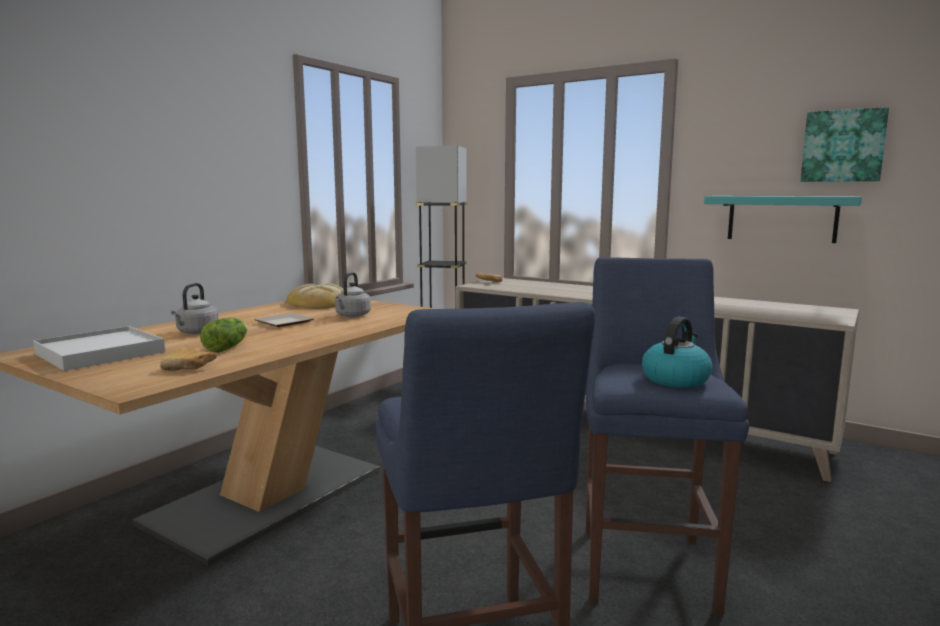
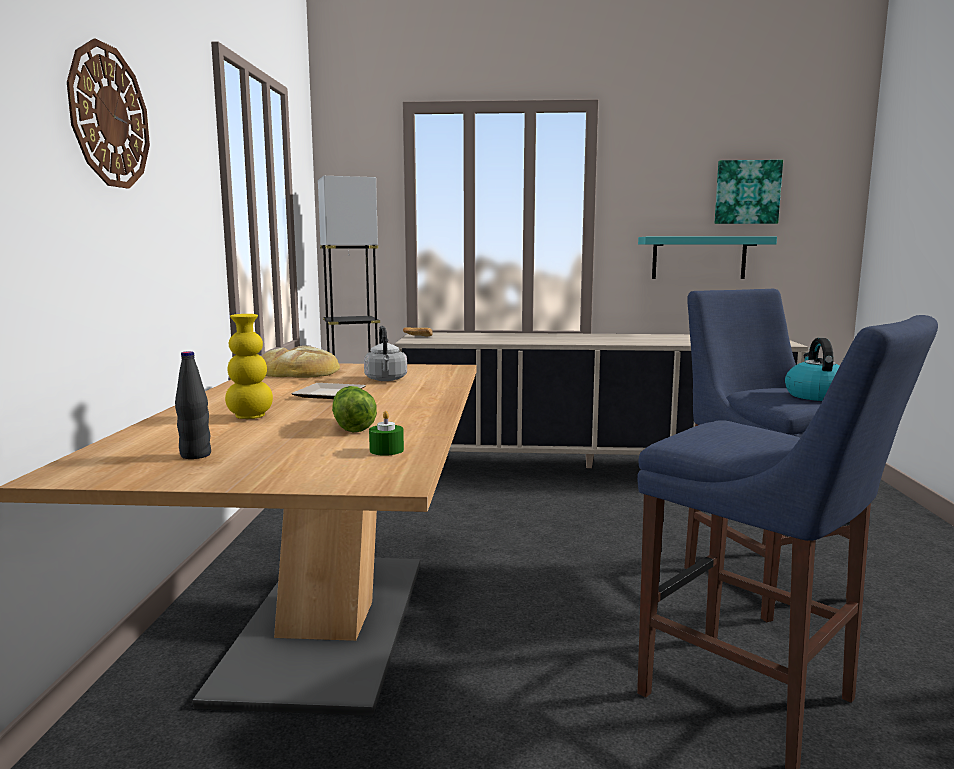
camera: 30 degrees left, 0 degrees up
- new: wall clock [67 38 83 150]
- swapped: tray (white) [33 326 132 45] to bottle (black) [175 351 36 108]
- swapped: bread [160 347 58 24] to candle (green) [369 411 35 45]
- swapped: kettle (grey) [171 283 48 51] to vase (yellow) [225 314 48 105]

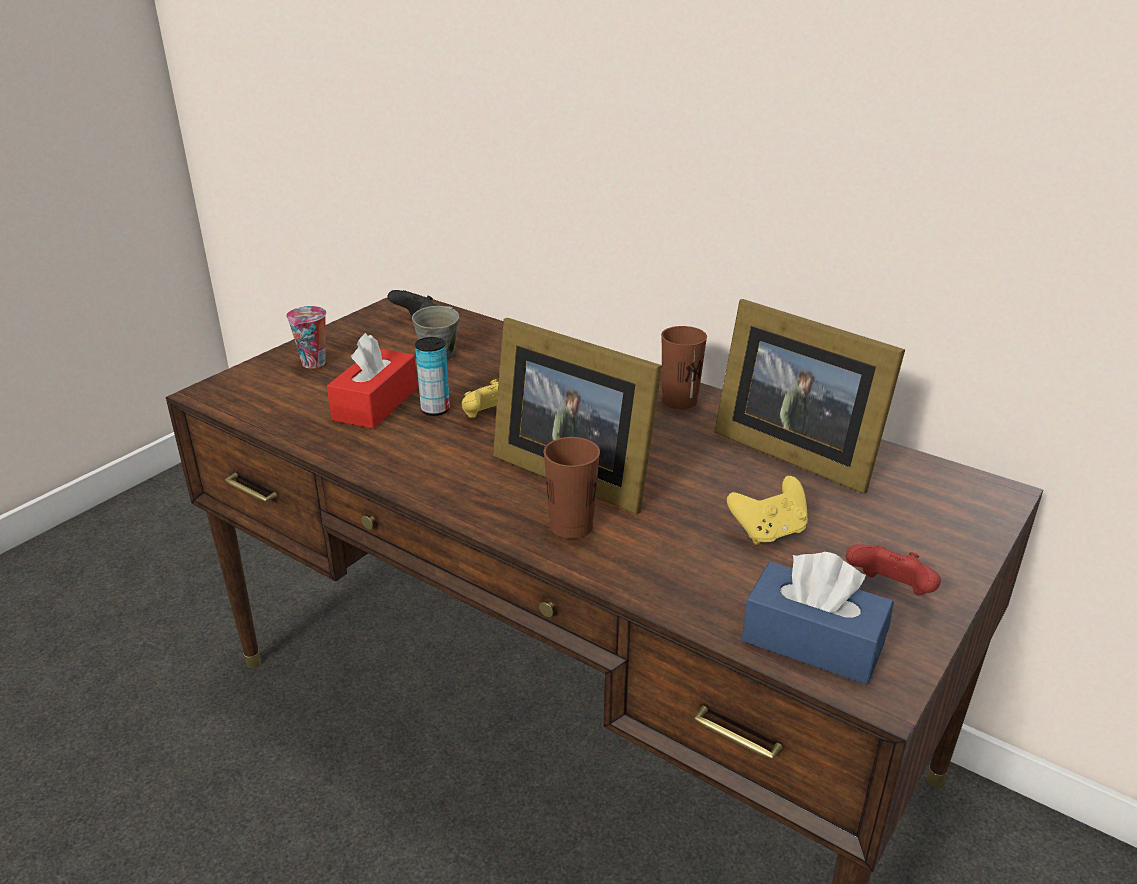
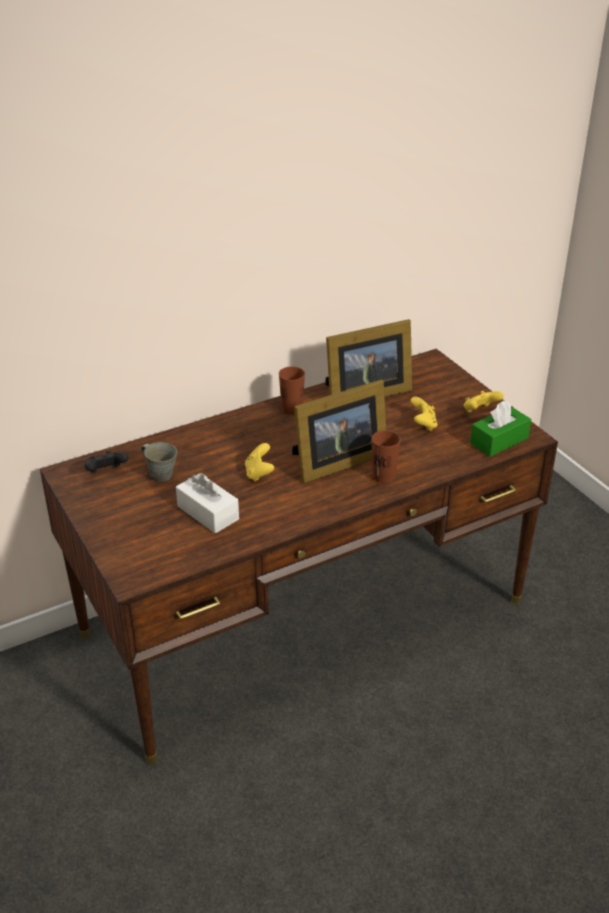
camera: 65 degrees left, 5 degrees up
- gone: cup [286 306 40 62]
- gone: can [415 337 35 79]
- repainted: tissue box (red) [327 333 90 96] to tissue box (white) [176 473 63 60]
- repainted: tissue box (blue) [742 552 152 133] to tissue box (green) [470 401 61 56]
- repainted: game controller (red) [846 544 95 51] to game controller (yellow) [464 391 40 21]

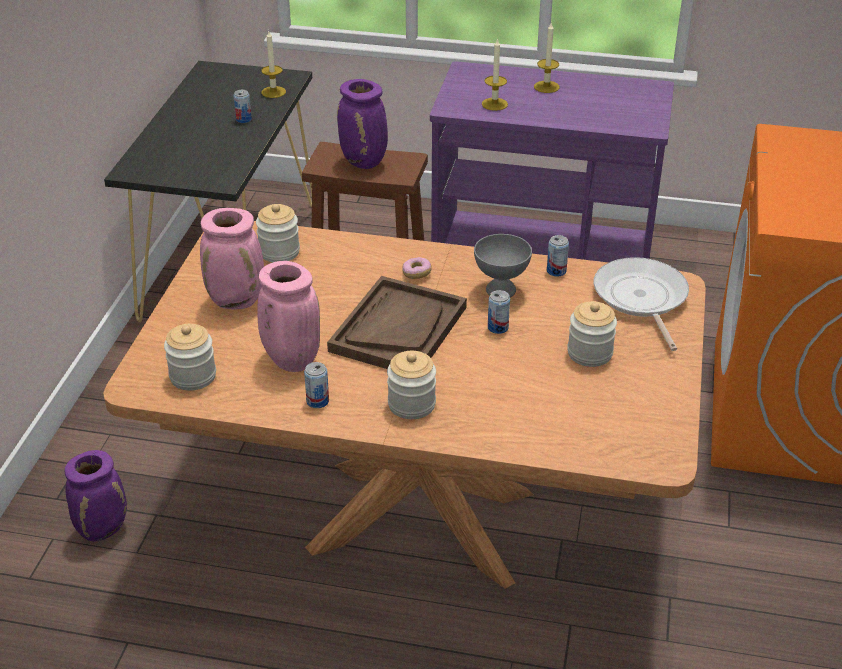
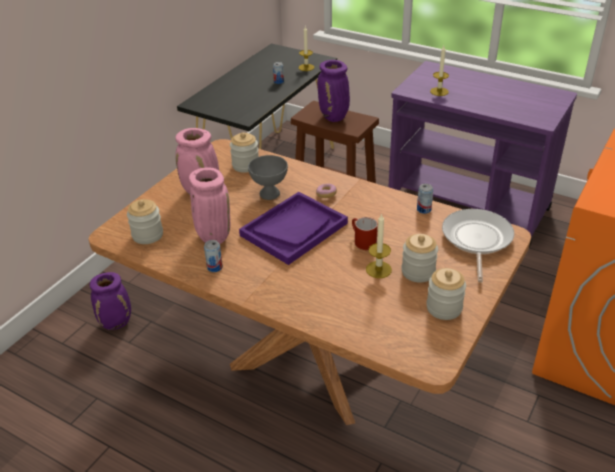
camera: 20 degrees right, 0 degrees up
- shifted: jar [387 351 49 68] to [426 268 40 52]
- shifted: bowl (grey) [474 234 58 63] to [248 155 40 45]
- shifted: candle [534 23 25 70] to [366 213 26 65]
- swapped: can [488 290 22 44] to mug (red) [352 217 26 33]
- repainted: tray (brown) [327 276 140 93] to tray (purple) [239 192 109 73]

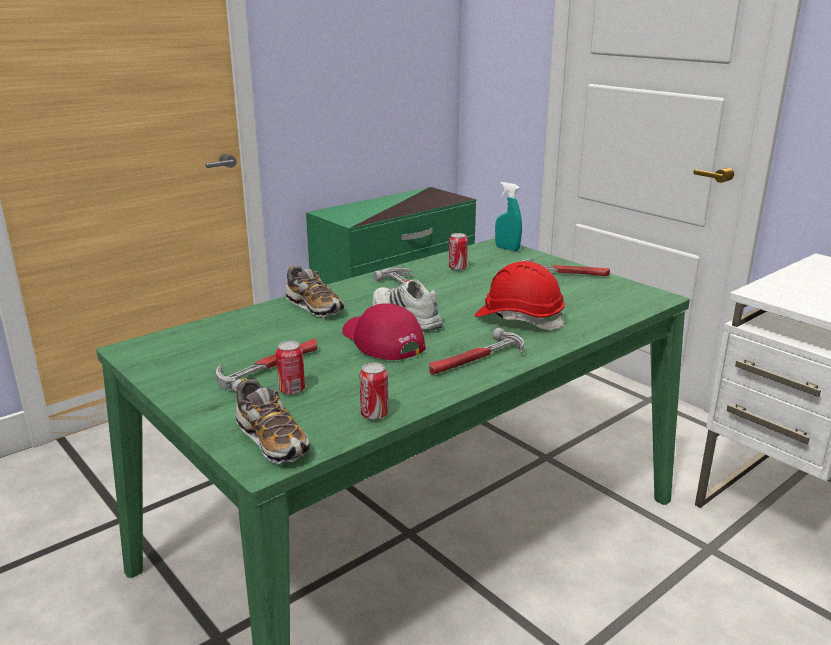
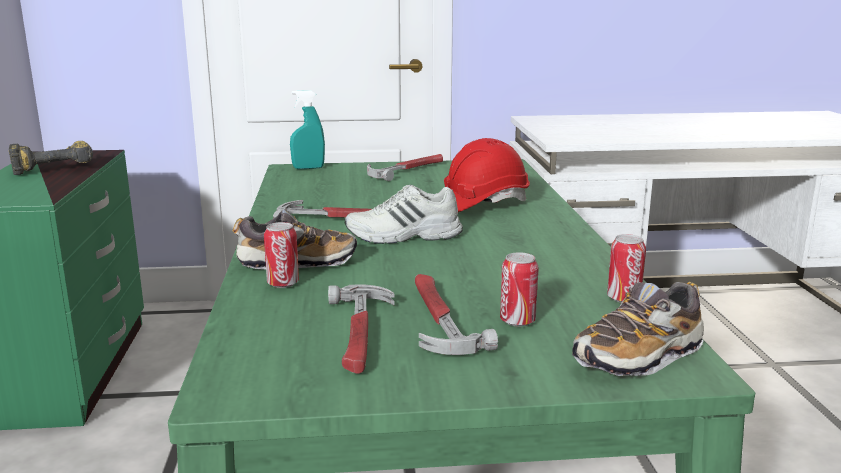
camera: 55 degrees left, 5 degrees down
- gone: cap (red) [342 303 84 57]
- new: power drill [9 141 84 34]
- shifted: hammer [429 328 95 47] to [328 284 67 90]
- shifted: can [449 233 19 38] to [264 222 35 66]
- rotated: shoe [236 378 74 86] = [572 282 132 94] 150 degrees clockwise

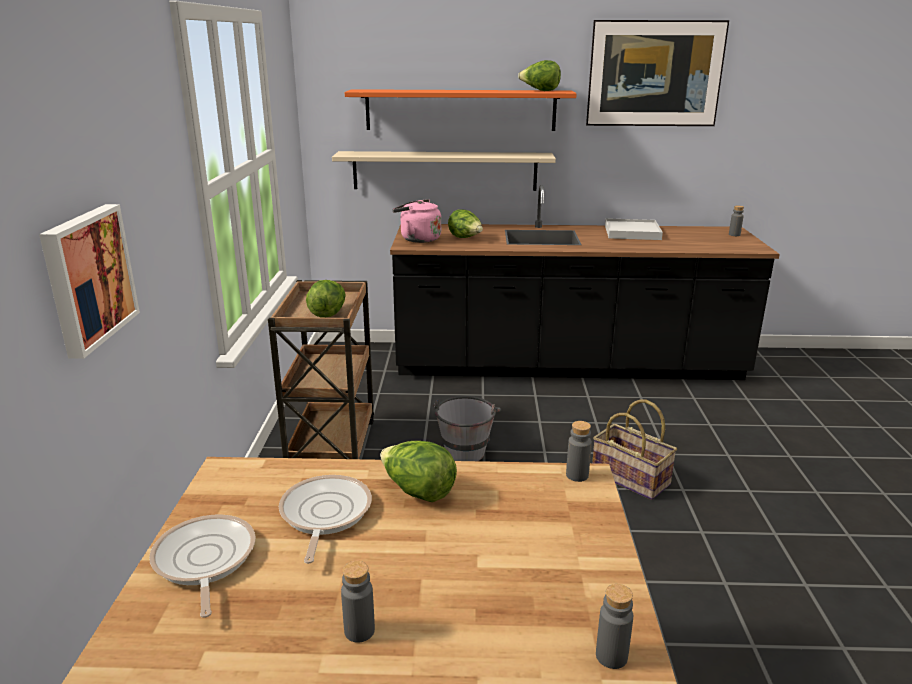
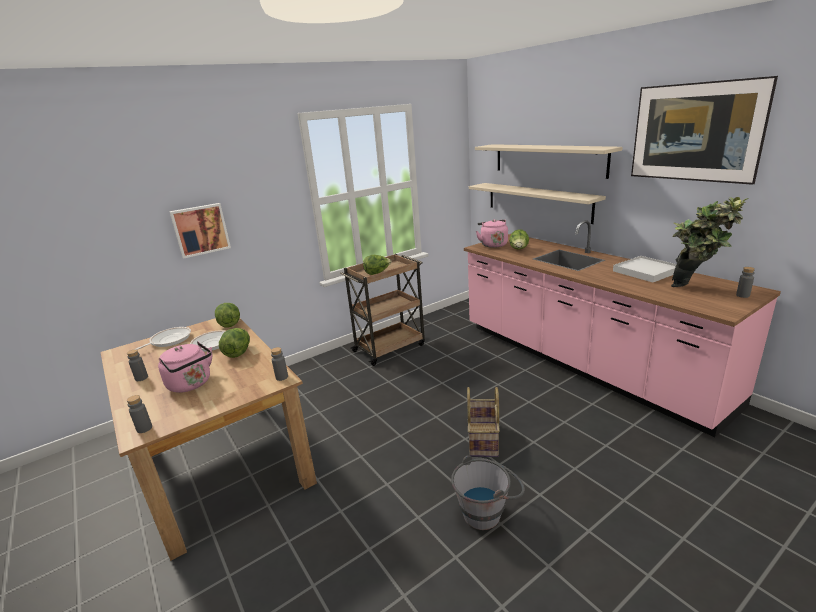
camera: 55 degrees right, 0 degrees up
- new: kettle (pink) [158 342 54 51]
- new: potted plant [671 197 78 90]
- shifted: bucket (grey) [433 396 68 65] to [451 455 74 75]
- shifted: lettuce [518 60 43 31] to [215 303 25 24]
- repainted: shelf (orange) [345 89 232 42] to shelf (beige) [475 144 148 35]
- repainted: counter (black) [390 185 390 195] to counter (pink) [464 220 317 217]

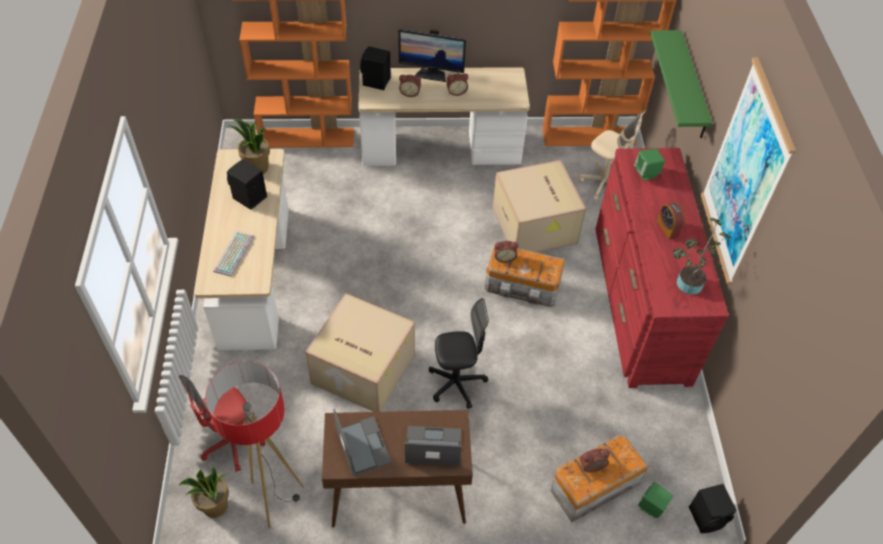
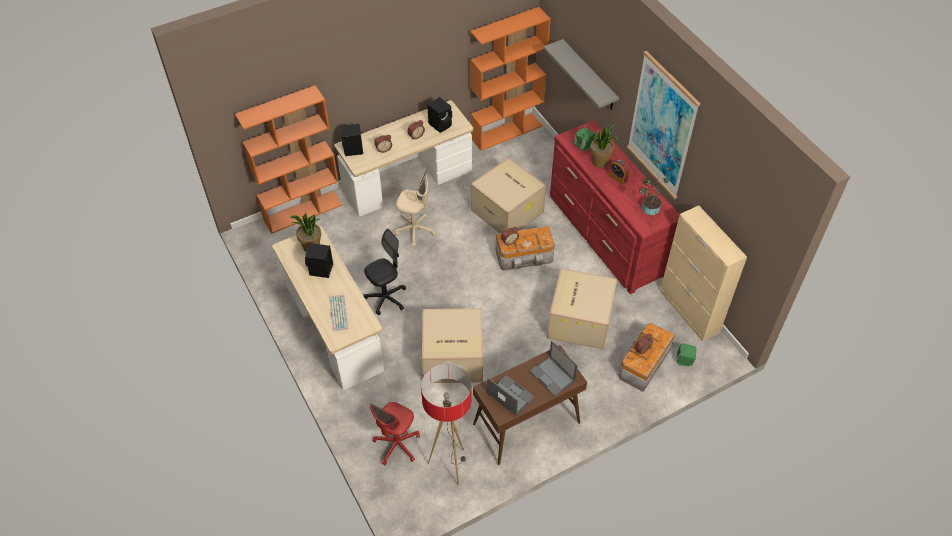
camera: 25 degrees left, 0 degrees up
- gone: monitor [398 29 68 53]
- new: cardboard box [547 268 70 82]
- new: cabinet (beige) [660 206 87 135]
- shifted: potted plant [179 466 50 52] to [590 125 28 43]
- shifted: office chair (black) [429 298 60 111] to [364 229 42 86]
- shifted: office chair (beige) [579 109 68 92] to [394 169 42 77]
- shifted: speaker (black) [689 484 47 49] to [427 97 25 36]
- repainted: shelf (green) [650 30 62 108] to shelf (grey) [544 39 75 71]
- rotated: laptop [405 426 57 40] = [529 341 49 55] 105 degrees counterclockwise

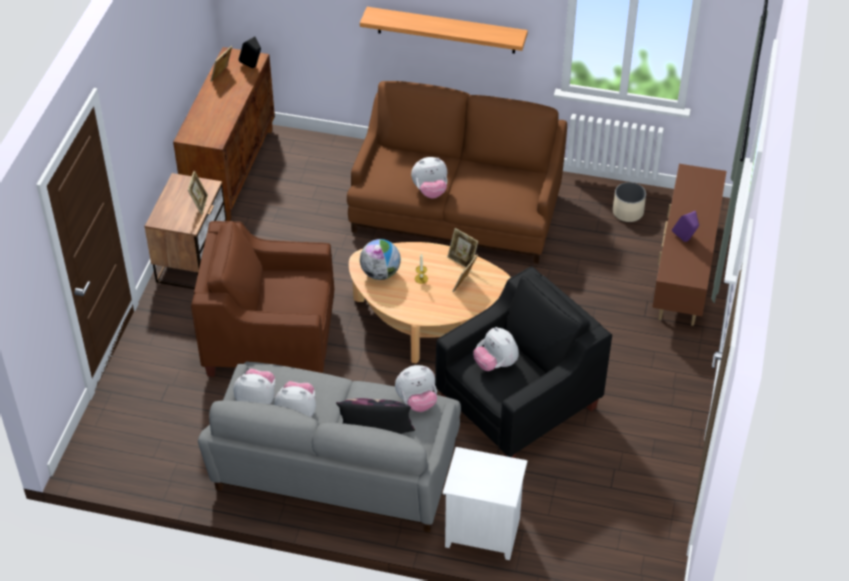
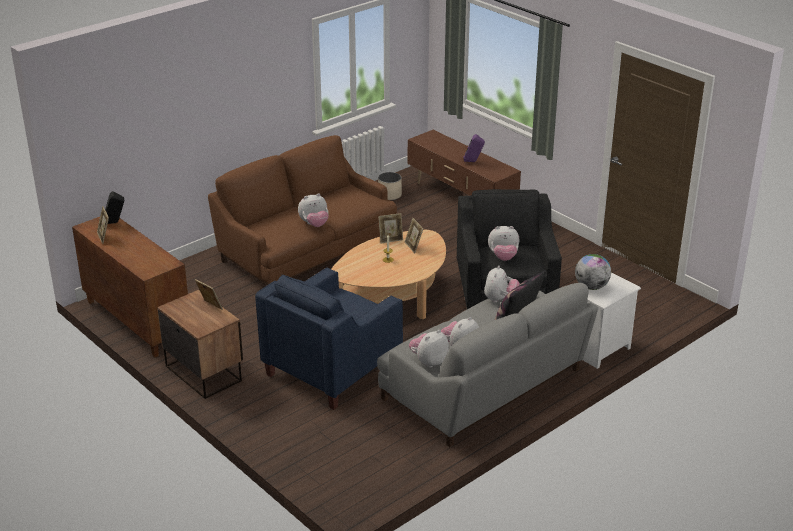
camera: 55 degrees left, 15 degrees down
- gone: shelf [360 7 168 47]
- shifted: globe [360 239 41 41] to [575 254 36 36]
- repainted: armchair (brown) [191 221 143 156] to armchair (blue) [255 267 148 143]
- rotated: plush toy [411 157 37 42] = [298 193 31 34] 45 degrees clockwise

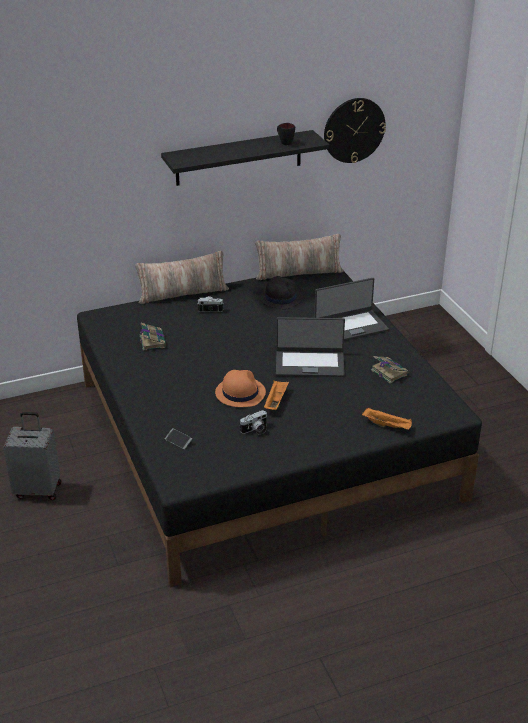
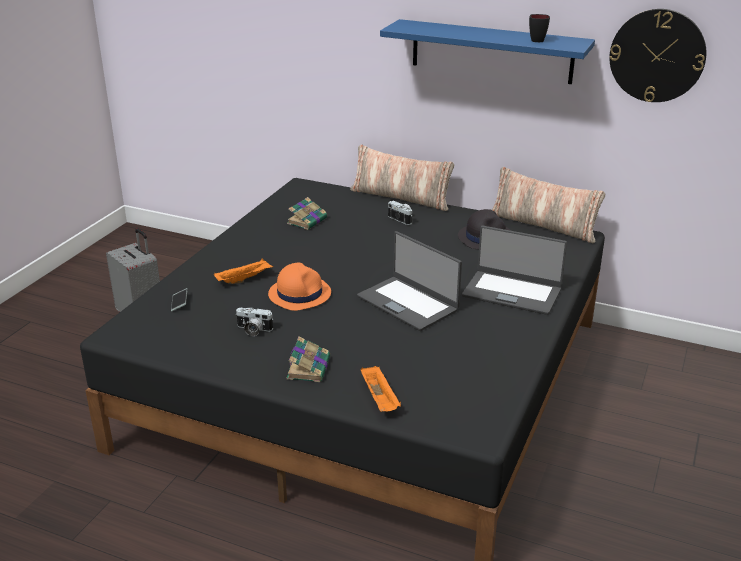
camera: 45 degrees right, 5 degrees down
- shifted: tray (orange) [264 380 25 30] to [214 259 59 25]
- shifted: book [371 356 37 27] to [286 336 44 46]
- repainted: shelf (black) [161 130 168 56] to shelf (blue) [380 19 215 65]

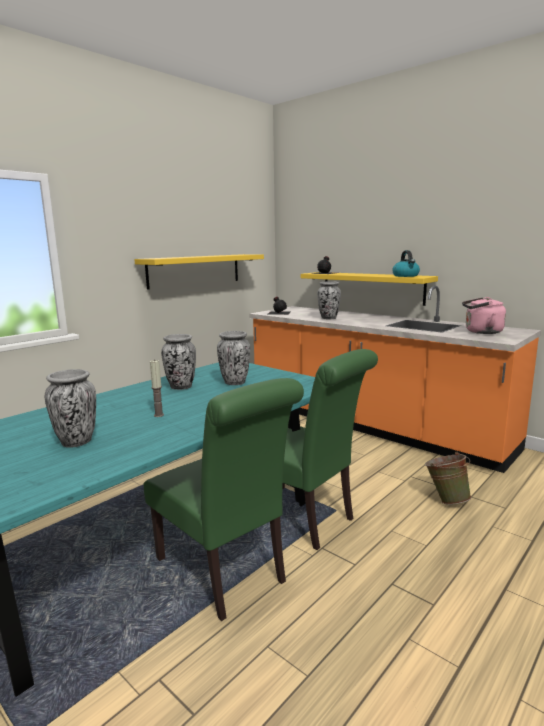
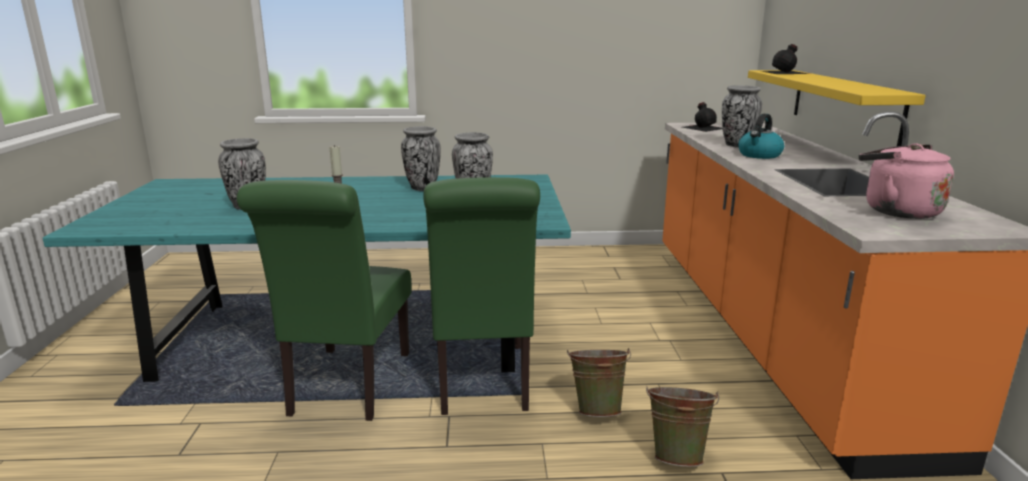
camera: 45 degrees right, 5 degrees up
- gone: shelf (yellow) [134 254 130 36]
- new: bucket (green) [567 348 64 69]
- shifted: kettle [392 250 28 27] to [738 114 46 45]

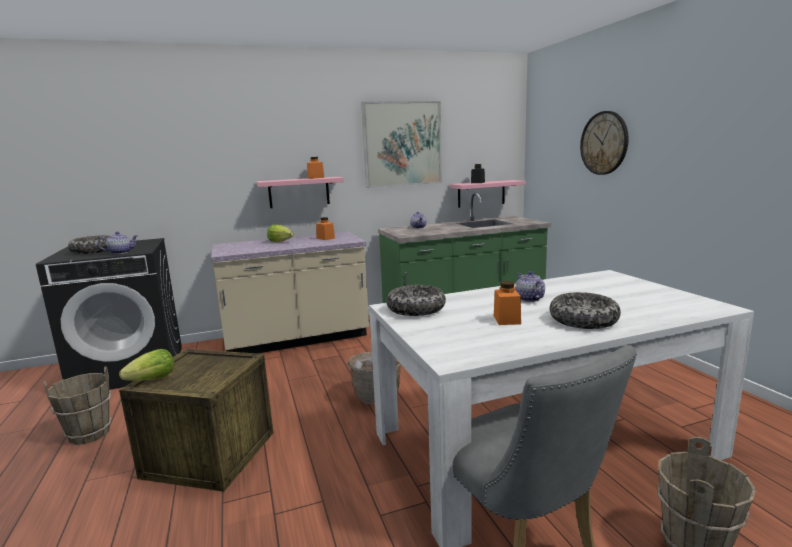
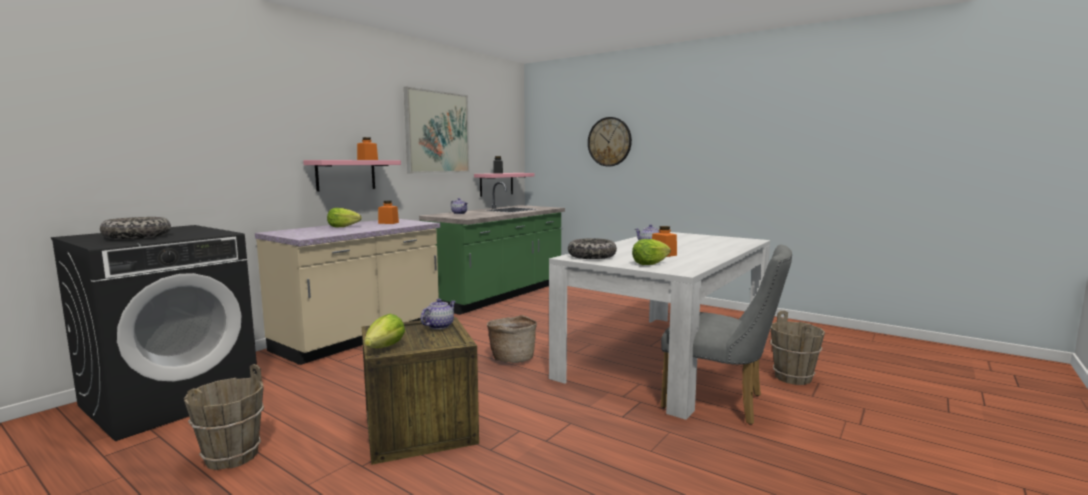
camera: 35 degrees left, 5 degrees down
- gone: bowl [550 292 71 37]
- new: lettuce [632 239 39 26]
- shifted: teapot [98 232 40 22] to [420 299 36 30]

